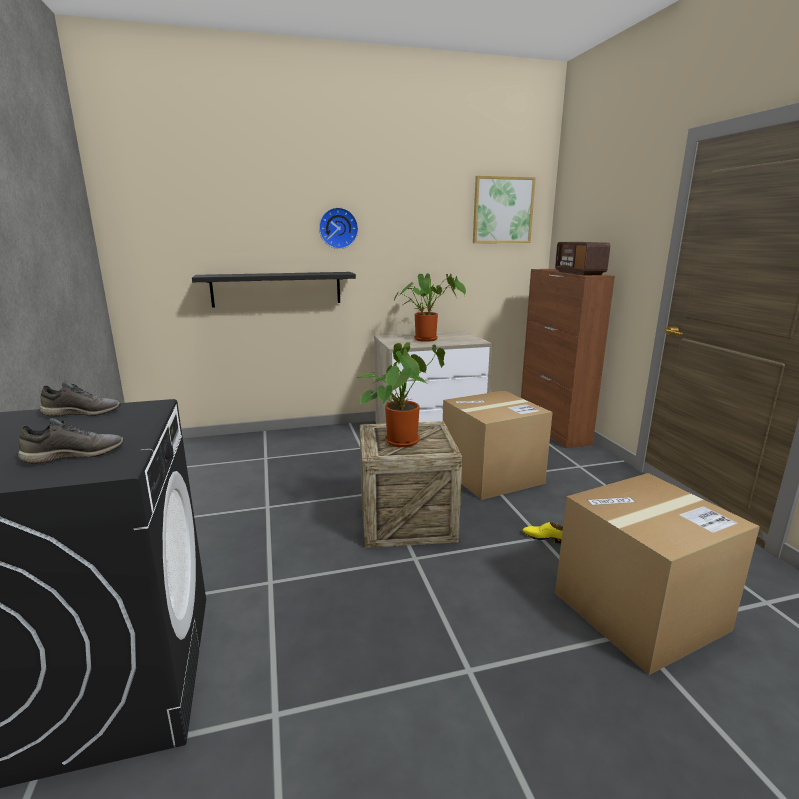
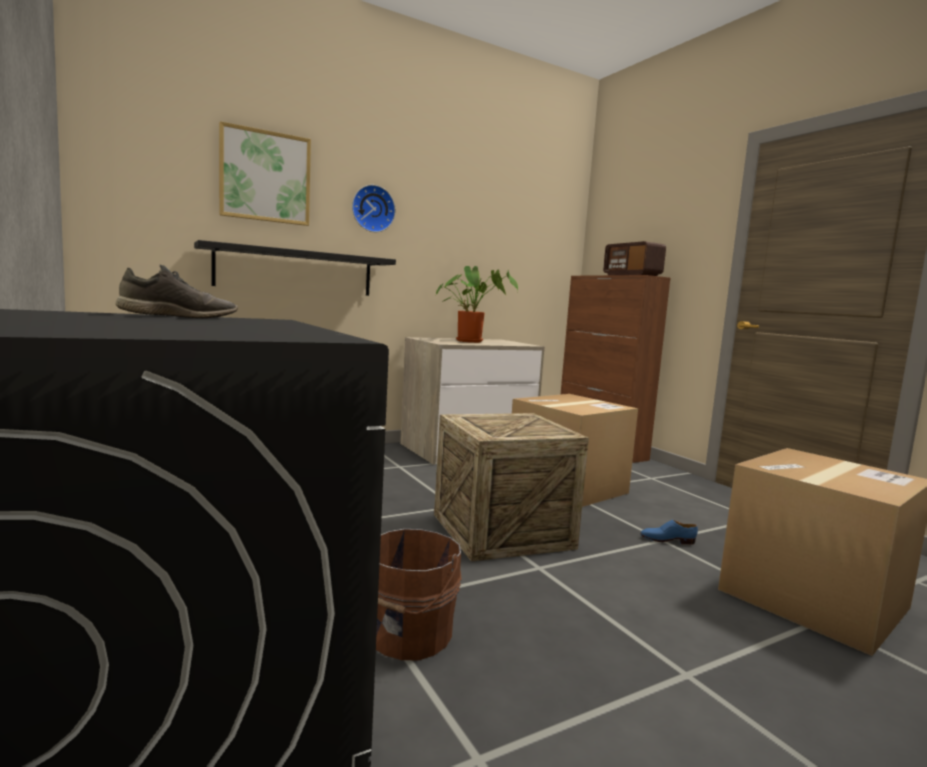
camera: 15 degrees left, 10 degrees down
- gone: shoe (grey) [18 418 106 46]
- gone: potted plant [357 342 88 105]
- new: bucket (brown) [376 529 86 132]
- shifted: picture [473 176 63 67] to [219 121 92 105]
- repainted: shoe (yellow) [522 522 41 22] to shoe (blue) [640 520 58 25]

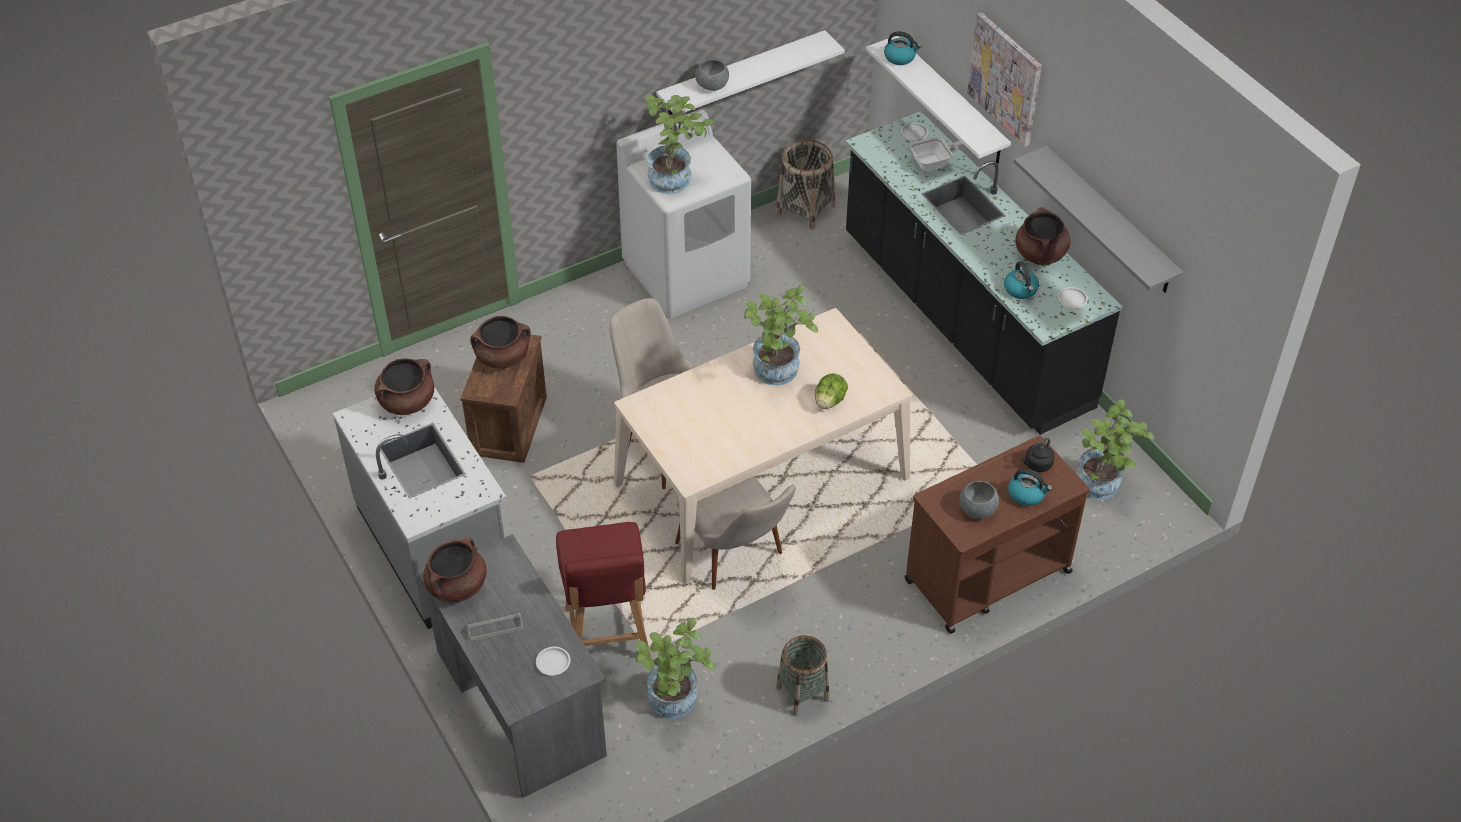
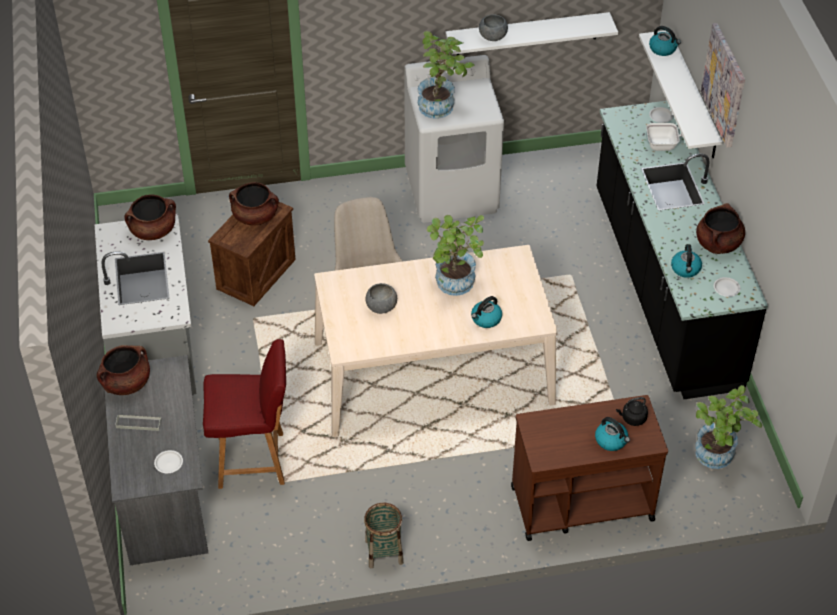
camera: 20 degrees right, 0 degrees up
- gone: potted plant [635 617 81 102]
- gone: chair (beige) [675 476 121 114]
- gone: basket [776 140 59 90]
- gone: shelf (grey) [1014 146 169 147]
- shifted: bowl (grey) [960 481 39 38] to [366 283 31 31]
- swapped: lettuce [815 374 33 35] to kettle [471 296 31 32]
- rotated: chair (red) [556 522 95 136] = [203 339 83 150] 105 degrees counterclockwise

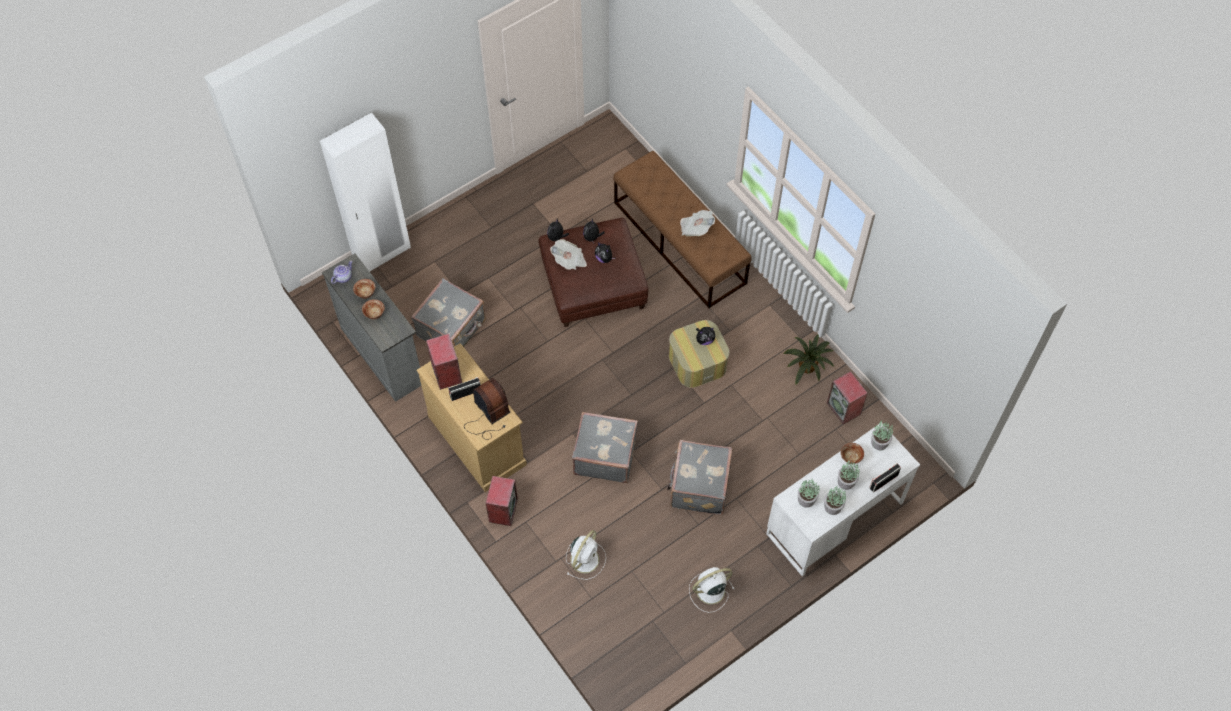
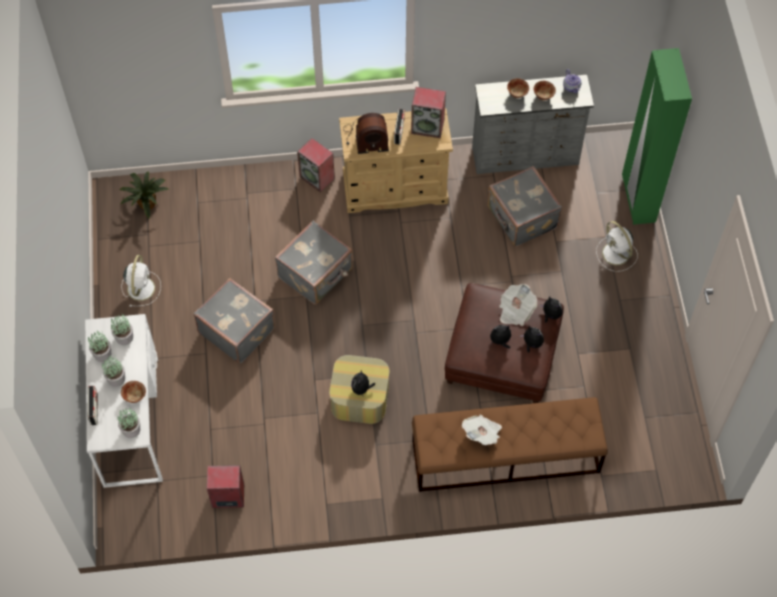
camera: 120 degrees right, 0 degrees up
- shifted: fan (white) [566 530 40 50] to [596 221 42 51]
- shifted: potted plant [783 334 51 51] to [119 172 50 47]
- repainted: wardrobe (white) [320 113 91 159] to wardrobe (green) [622 48 70 177]

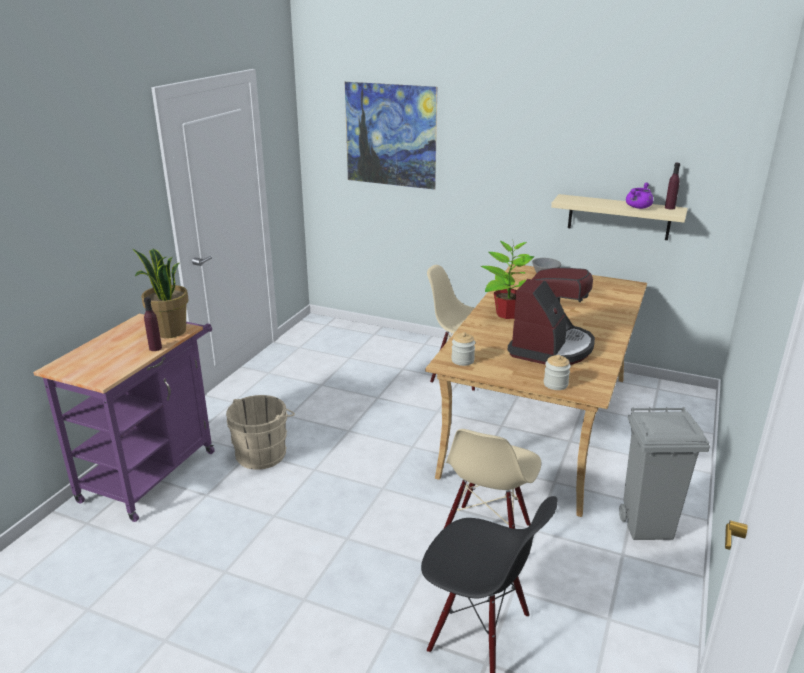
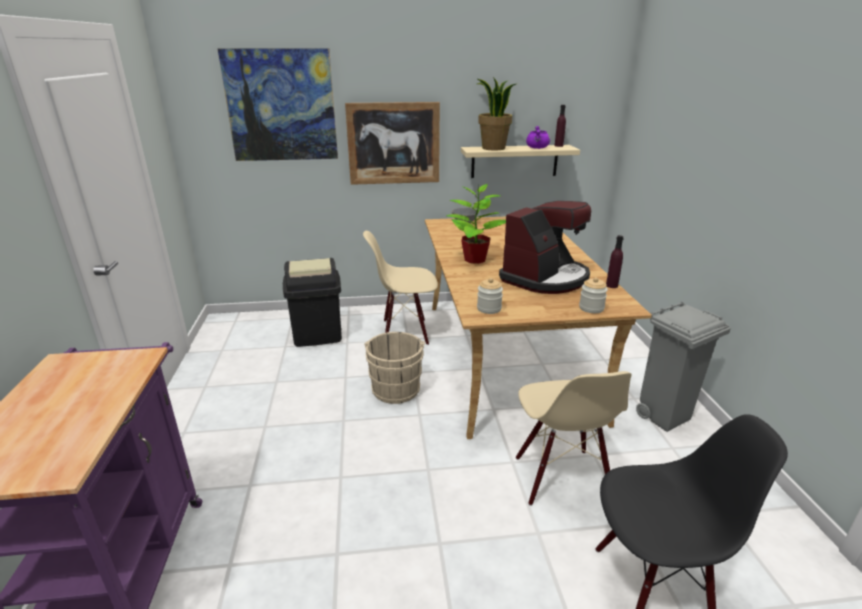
camera: 30 degrees left, 0 degrees up
- new: trash can (black) [283 258 59 89]
- new: picture [345 102 95 83]
- shifted: potted plant [133 249 56 89] to [477 77 39 74]
- shifted: bottle (purple) [144 297 18 54] to [606 235 18 53]
- shifted: bucket (beige) [226 395 69 75] to [364 332 61 72]
- rotated: coffee machine [507 268 88 97] = [499 201 92 93] 45 degrees clockwise

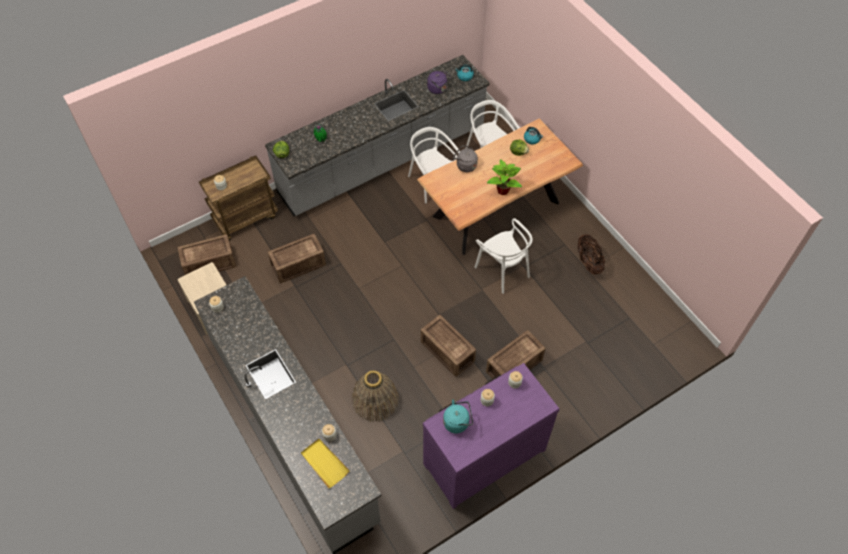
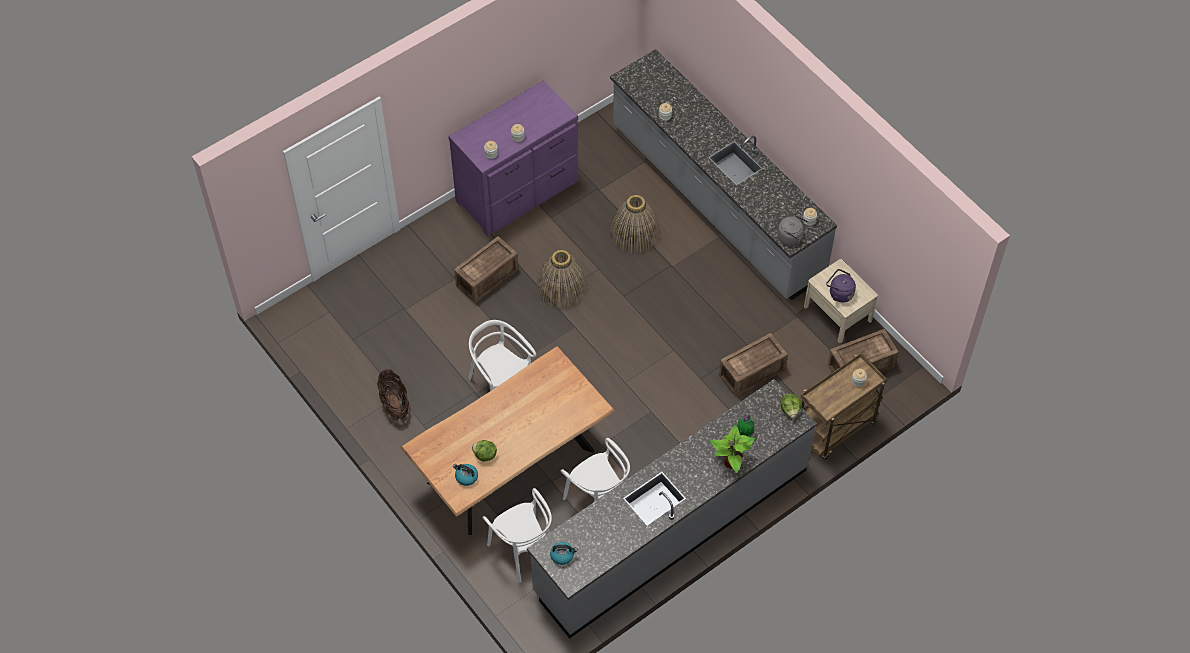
camera: 175 degrees right, 0 degrees up
- gone: tray (yellow) [301 439 49 49]
- gone: kettle (turquoise) [443 399 30 34]
- shifted: kettle (purple) [427 71 24 23] to [826 269 30 33]
- shifted: kettle (grey) [453 145 25 27] to [778 214 30 31]
- shifted: potted plant [487 159 35 36] to [710 425 45 48]
- swapped: crate [421 315 55 62] to basket [537 250 50 59]

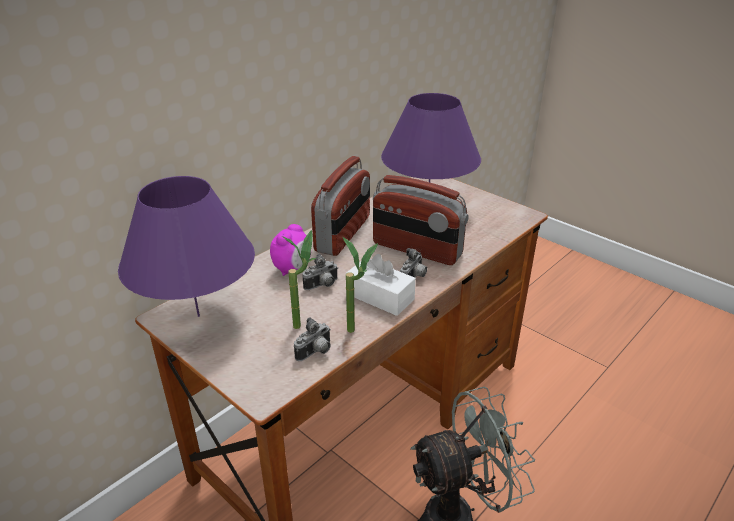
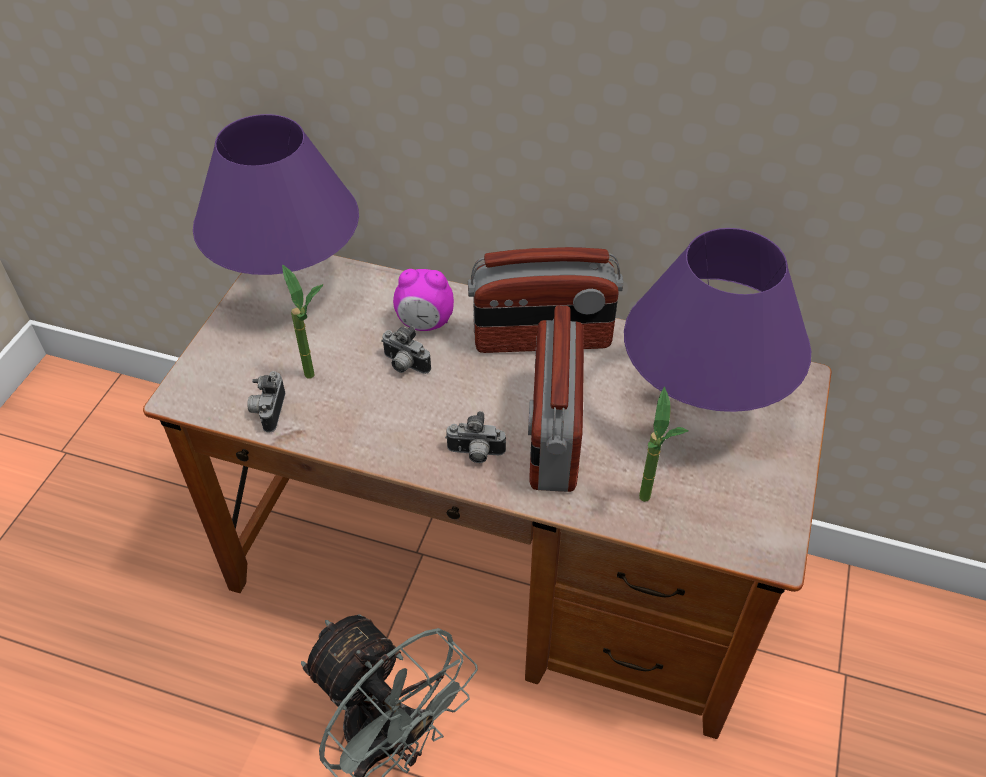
camera: 65 degrees right, 15 degrees up
- gone: tissue box (white) [346 254 70 62]
- shifted: potted plant [343 237 35 96] to [639 387 50 115]
- rotated: photo camera [294 317 37 44] = [248 371 37 62] 75 degrees clockwise

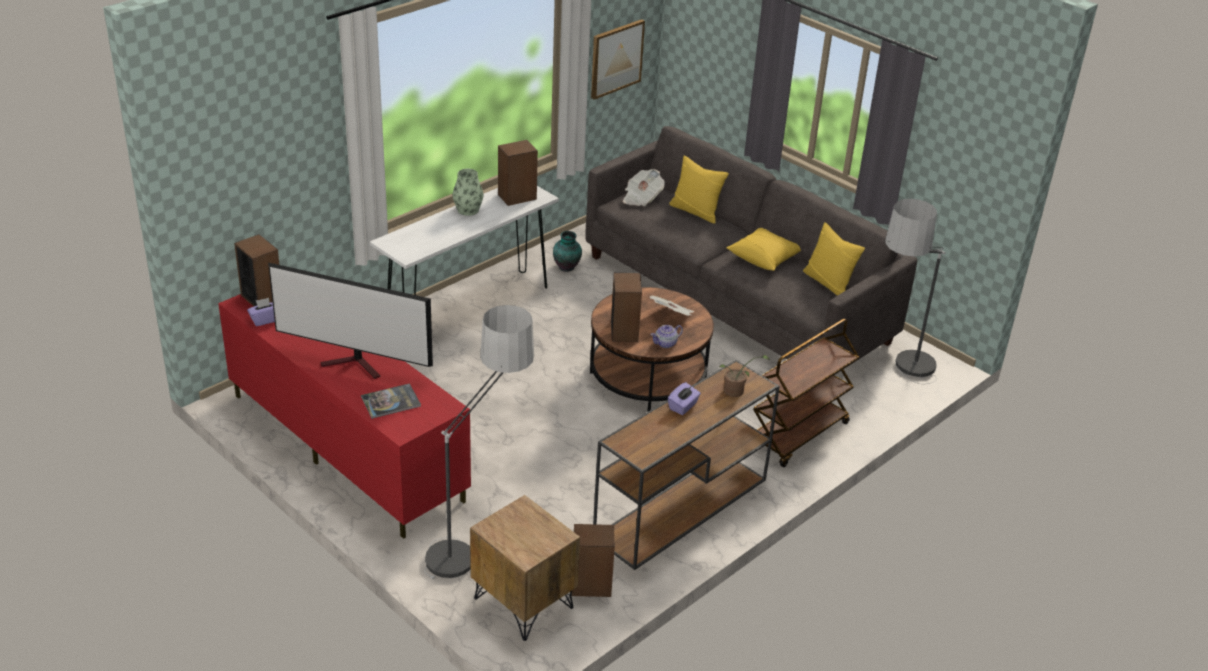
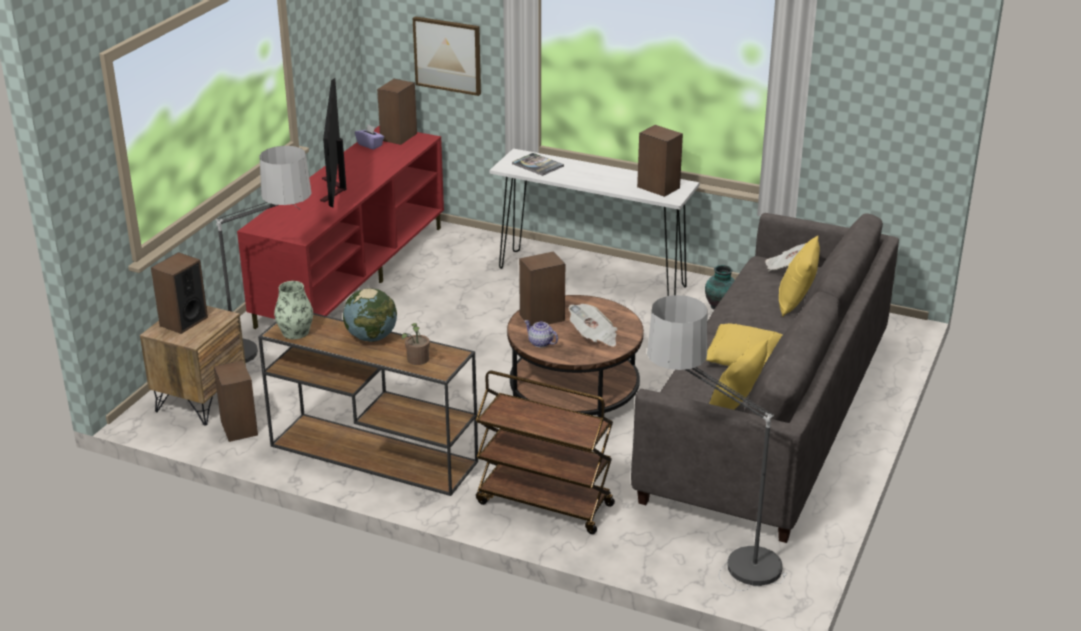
camera: 70 degrees right, 5 degrees down
- new: speaker [151 252 57 82]
- shifted: book [361 383 60 36] to [512 153 52 23]
- shifted: vase [452 168 32 48] to [274 281 39 58]
- shifted: picture [591 19 54 81] to [413 16 68 80]
- swapped: tissue box (purple) [668 382 33 33] to globe [343 288 54 54]

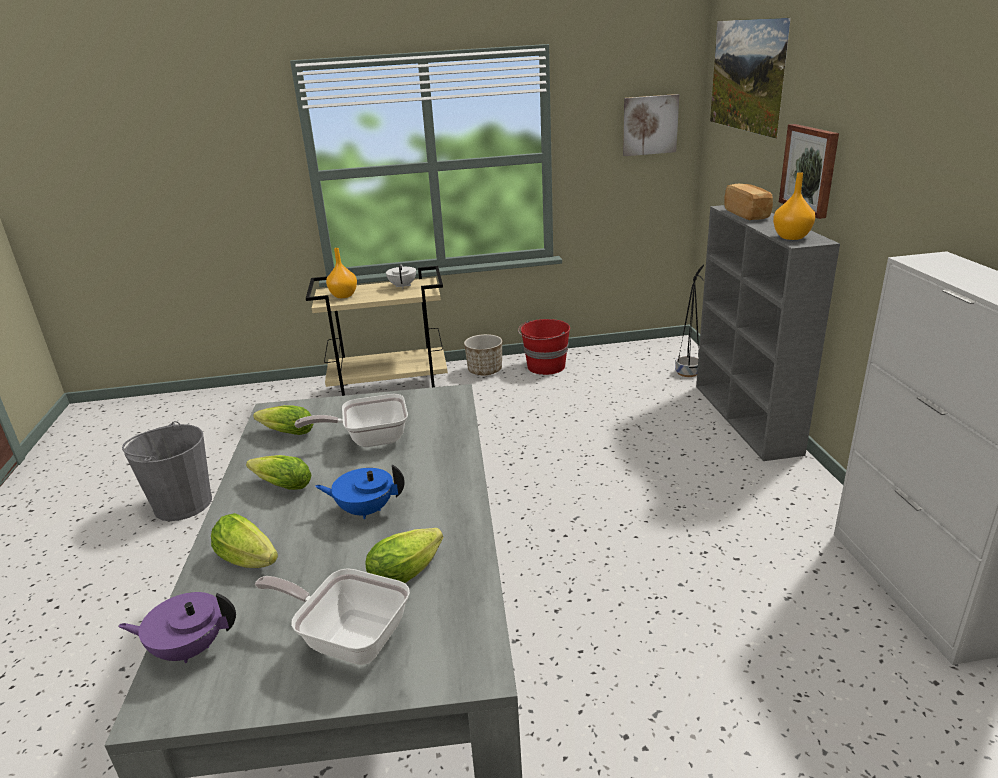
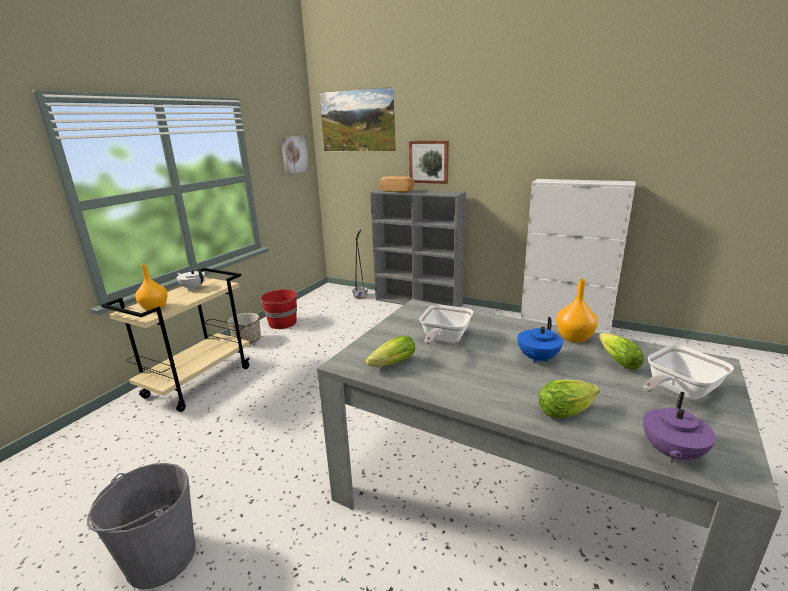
camera: 55 degrees left, 5 degrees down
- gone: lettuce [246 455 65 35]
- shifted: vase (orange) [773 172 42 68] to [556 279 42 64]

